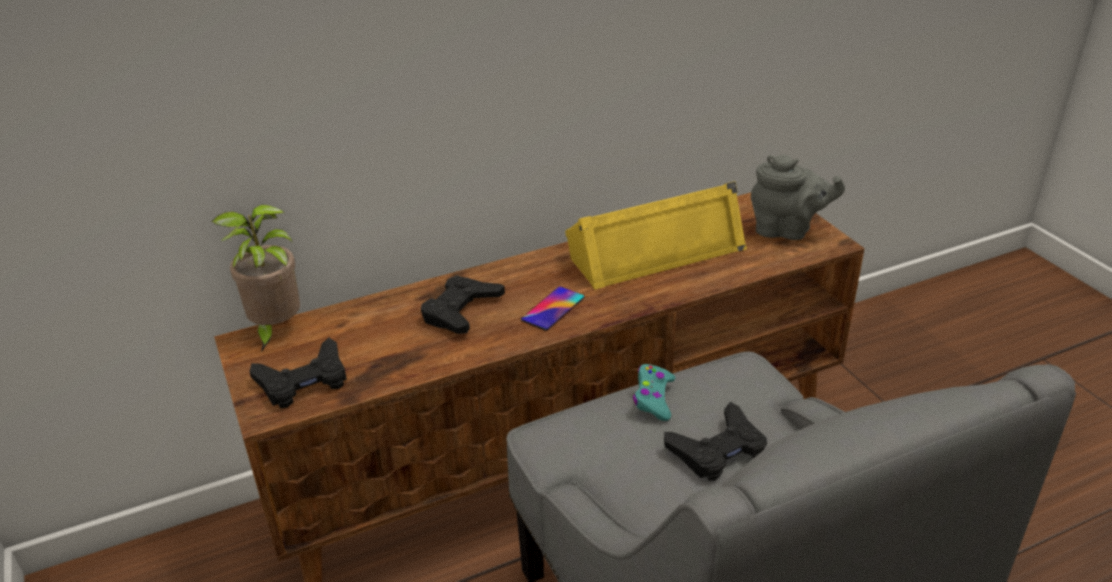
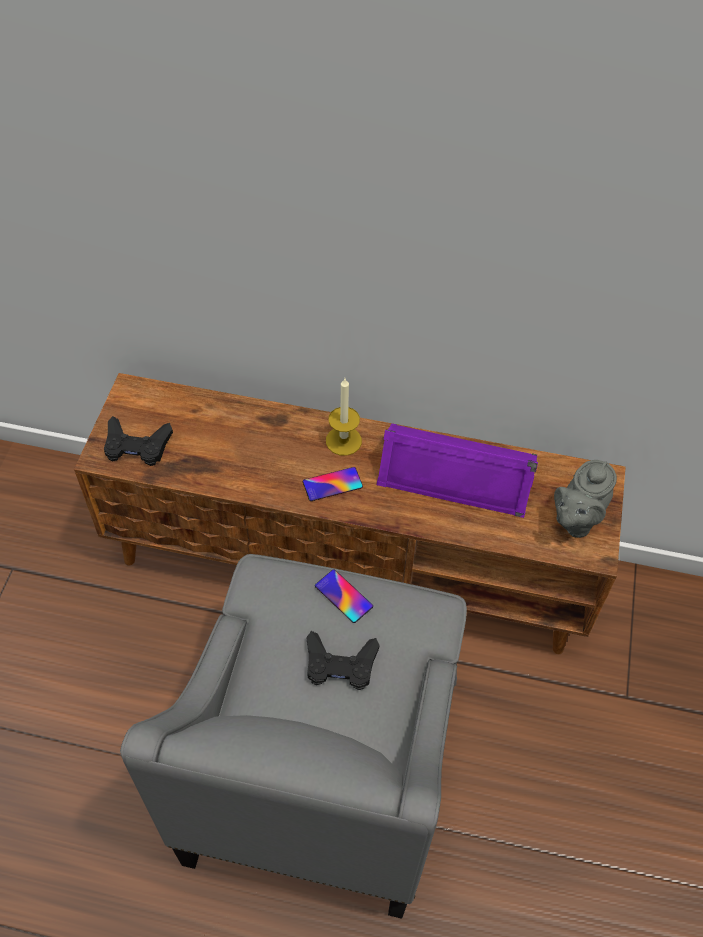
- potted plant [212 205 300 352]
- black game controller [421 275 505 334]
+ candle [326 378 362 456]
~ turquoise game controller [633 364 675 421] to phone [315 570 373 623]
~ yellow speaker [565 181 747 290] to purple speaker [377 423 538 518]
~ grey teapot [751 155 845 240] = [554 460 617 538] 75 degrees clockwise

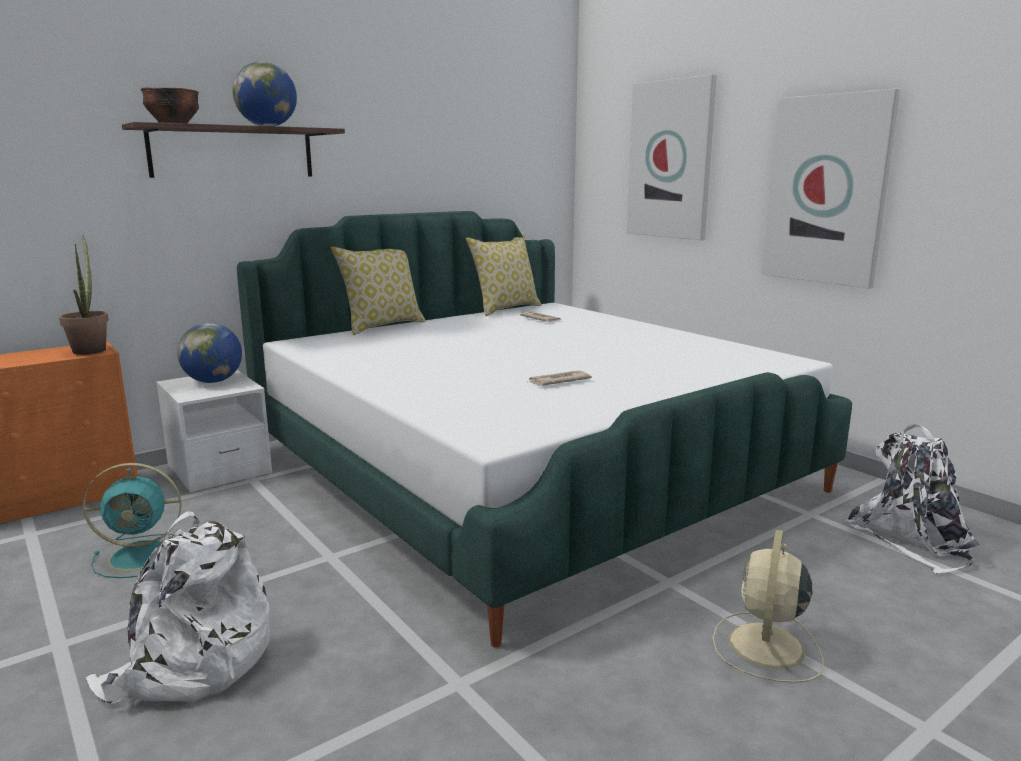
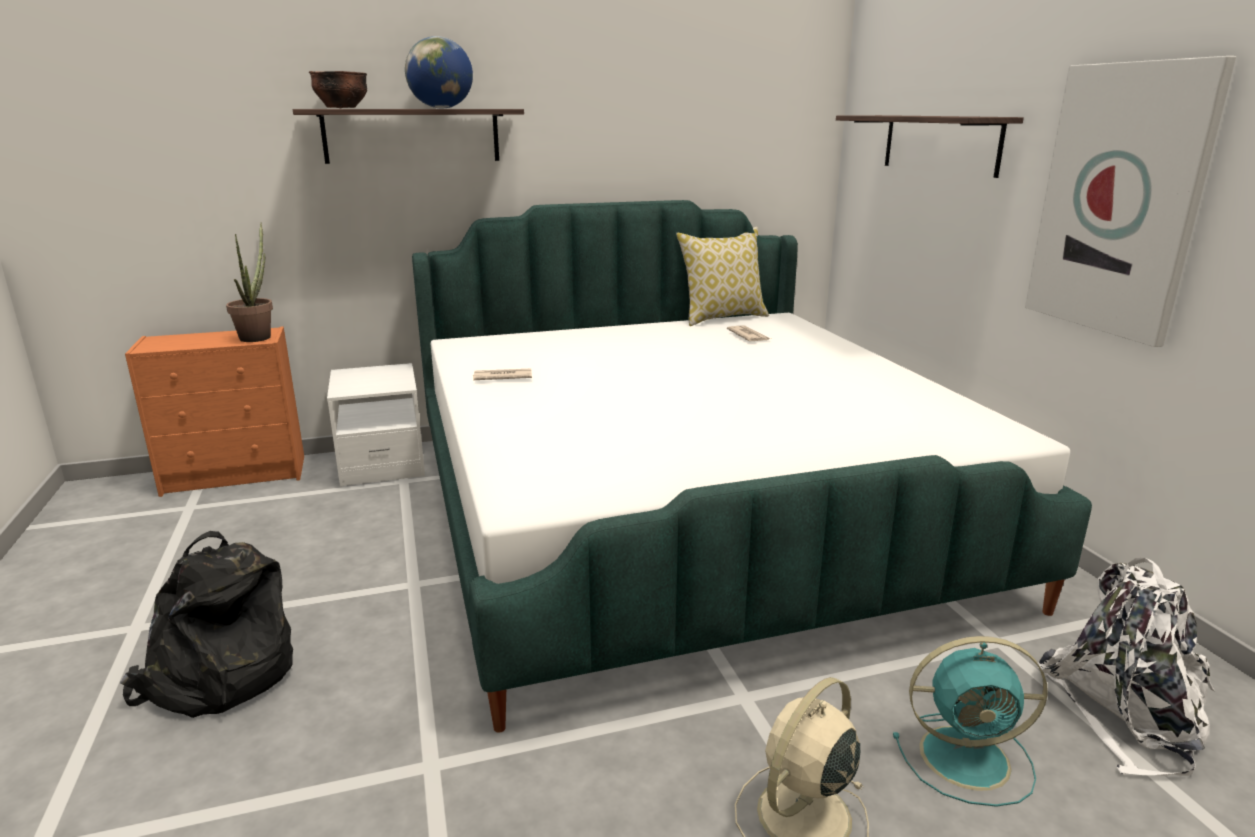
- globe [177 323 242 383]
- pillow [331 247 426 335]
~ turquoise fan [83 463 182 578] to [893 636 1048 807]
~ newspaper [529 370 592 386] to [473 369 532 380]
~ picture [627 74 717 240] to shelf [836 115 1024 178]
~ white backpack [85 511 270 709] to black backpack [120 531 293 718]

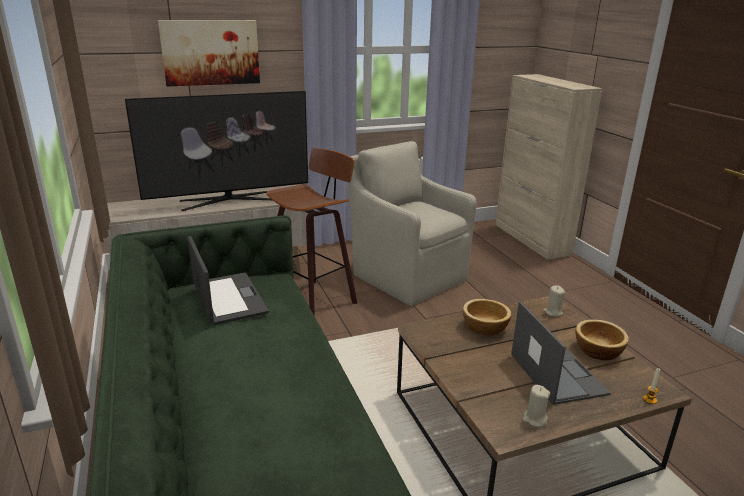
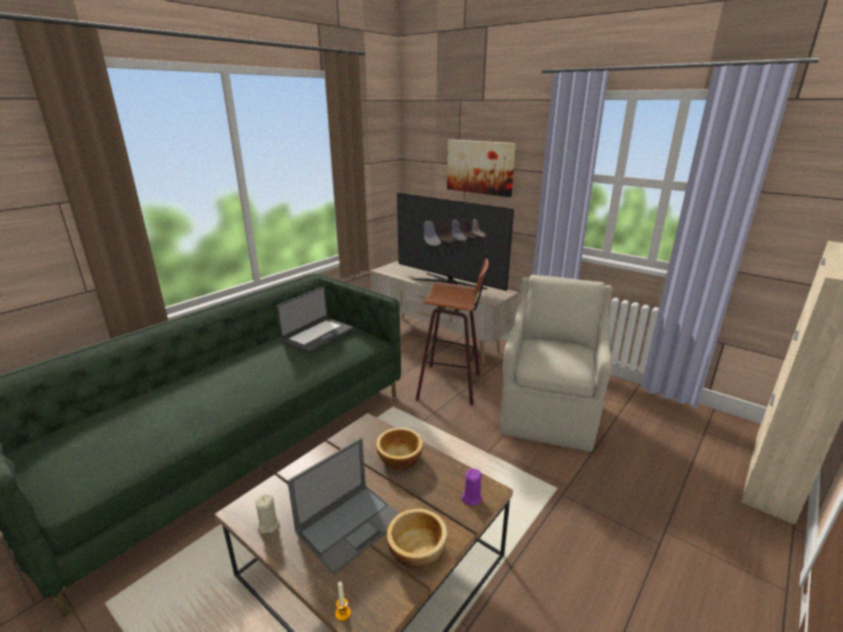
~ beige candle [544 285 565 317] to purple candle [462 468 482 506]

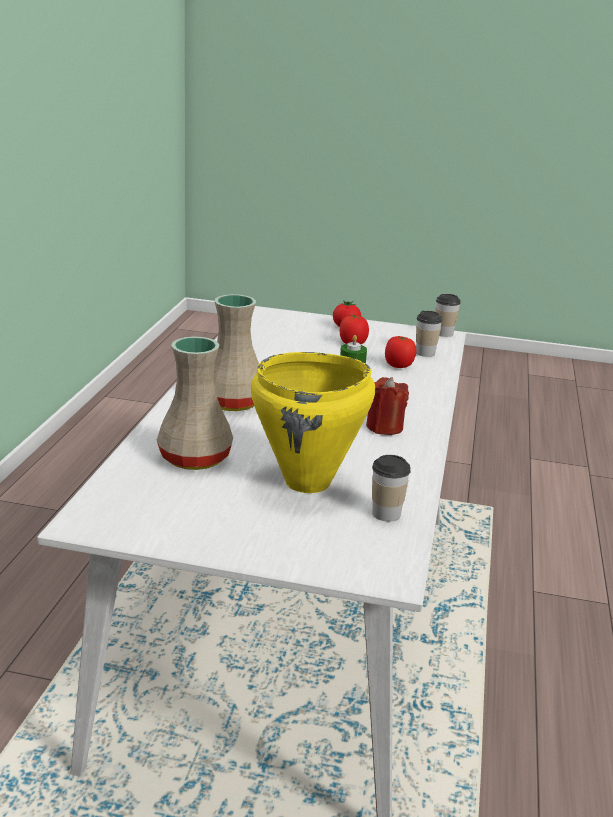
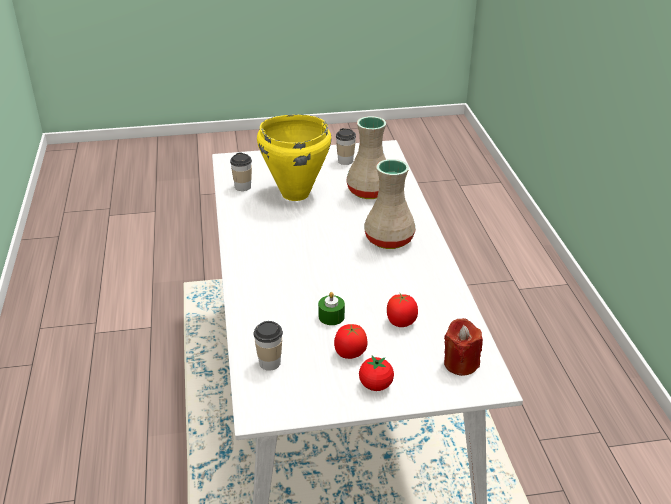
~ red candle [366 377 409 435] to [444 318 483 376]
~ tomato [385 336 416 368] to [387 293 418 327]
~ cup [436 294 461 337] to [336 128 356 165]

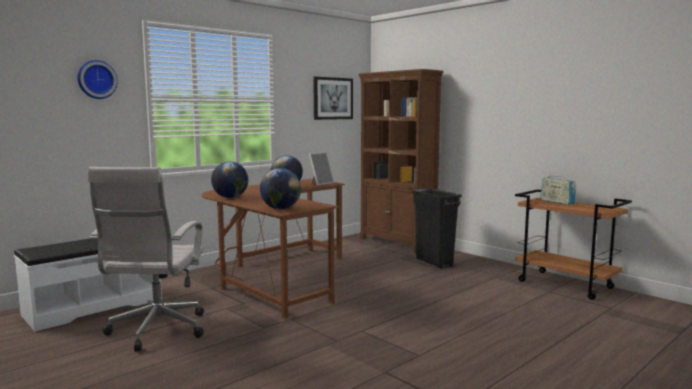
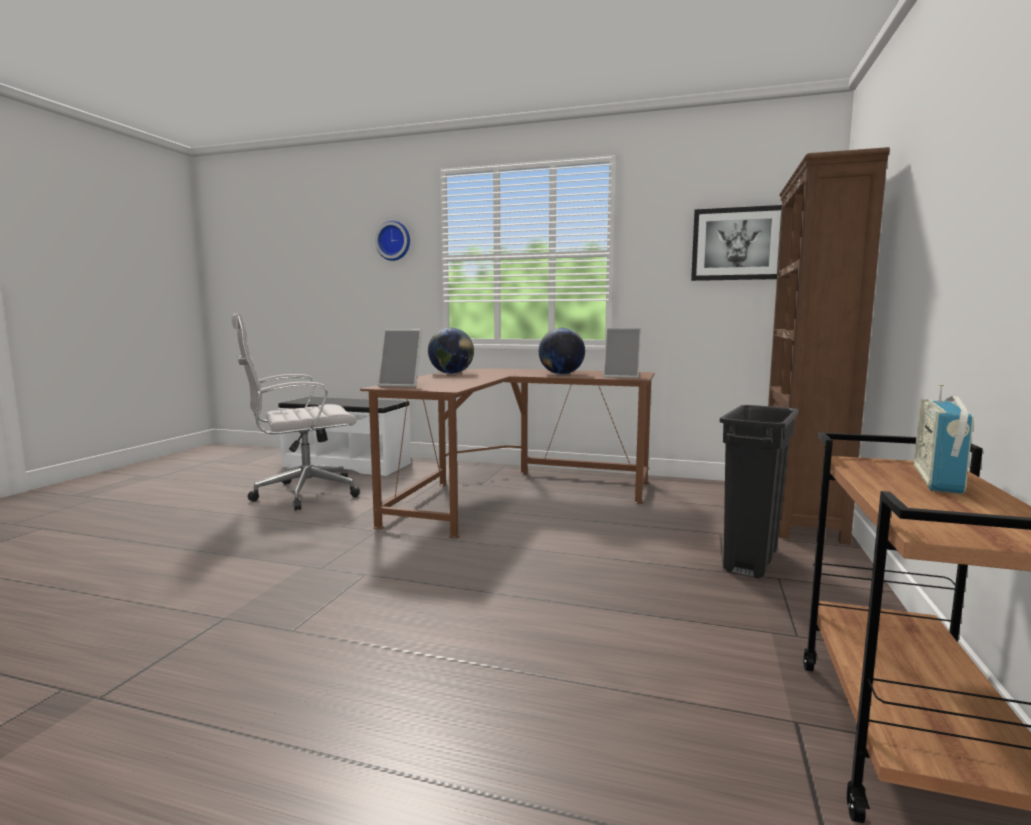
~ globe [260 168 301 209] to picture frame [377 329 422 387]

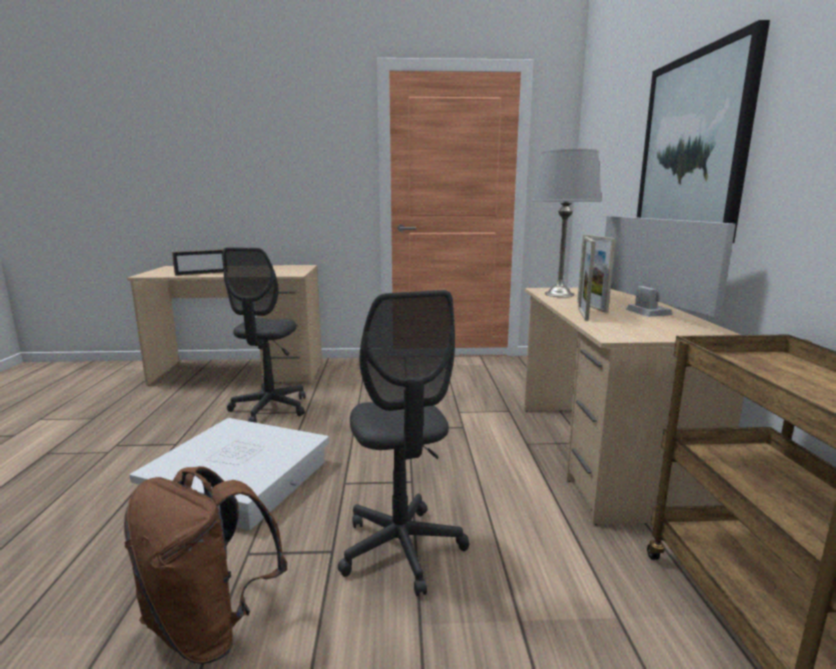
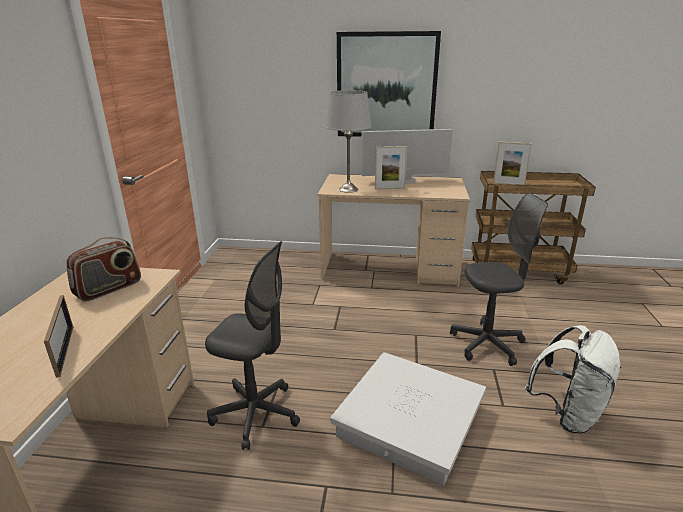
+ radio [66 237 141 302]
~ picture frame [578 237 596 321] to [493 142 532 185]
~ brown backpack [124 466 288 664] to white backpack [525 325 622 434]

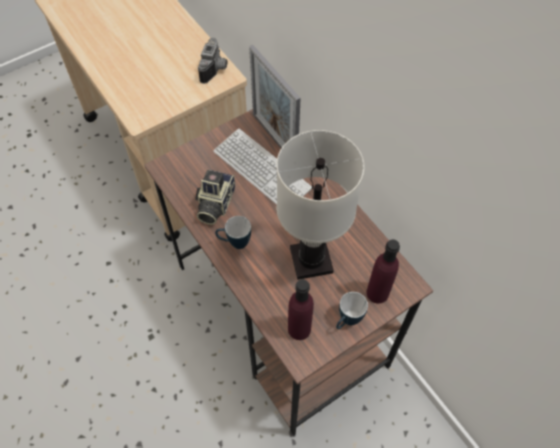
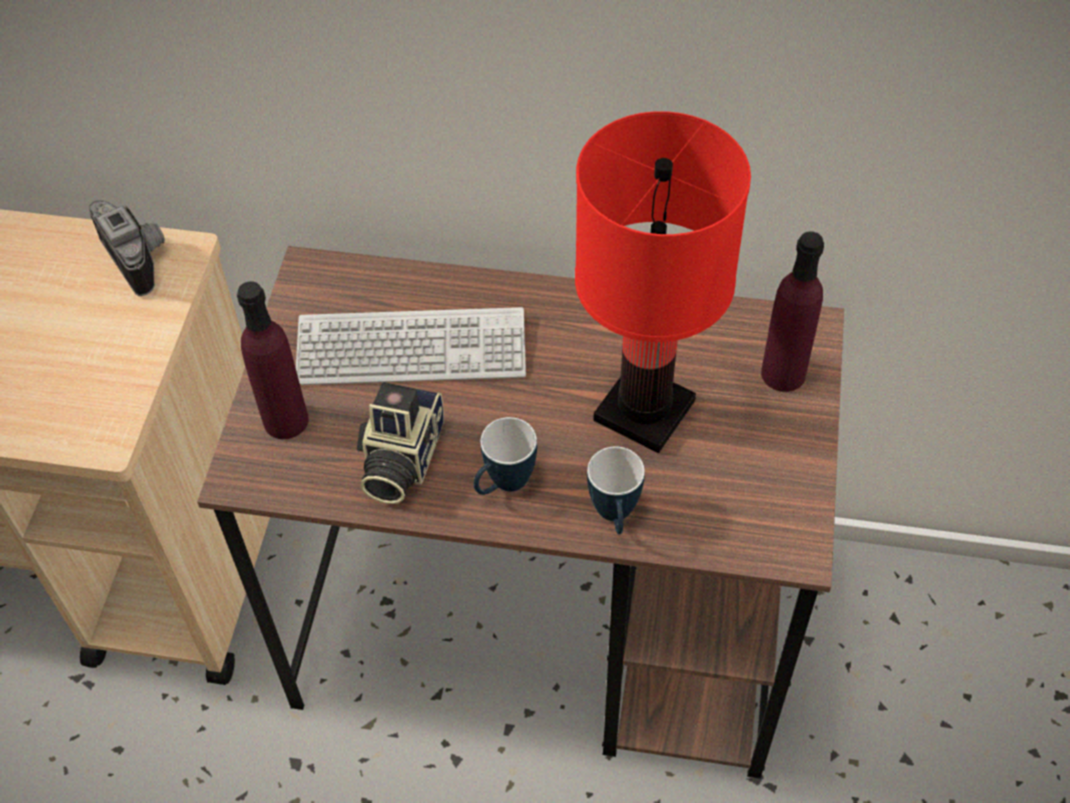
- picture frame [249 45 301 148]
~ purple bottle [288 279 314 340] to [237 281 309 439]
~ mug [336 292 368 329] to [587 447 645 534]
~ white table lamp [276 130 364 280] to red table lamp [575 111 751 453]
~ photo camera [195 170 235 225] = [357 382 444 504] 45 degrees clockwise

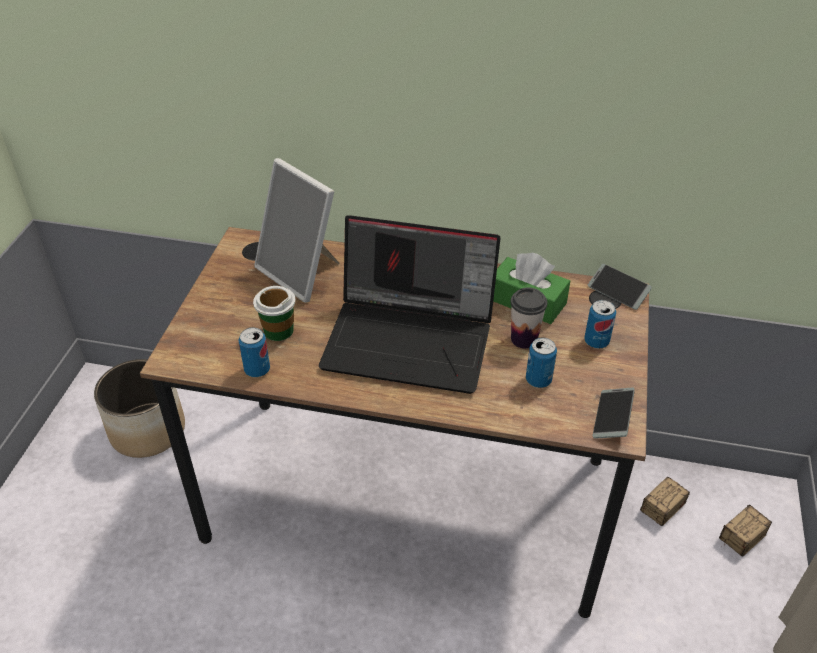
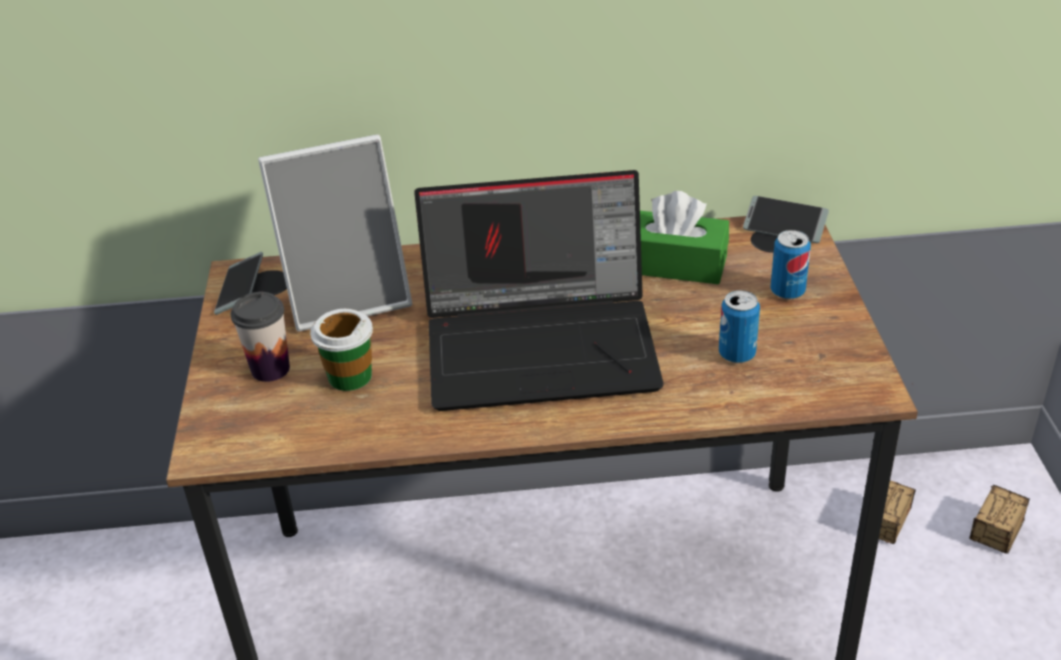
- planter [94 359 185 458]
- can [239 327 270 377]
~ cup [511 288 547 349] to [231 292 290 382]
~ phone [593 387 635 439] to [214 252 263 315]
~ picture frame [254 158 340 303] = [258 134 412 332] 45 degrees counterclockwise

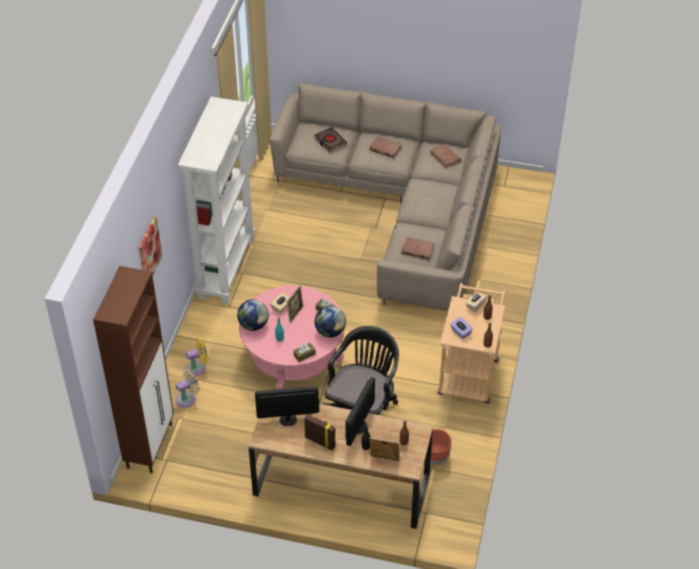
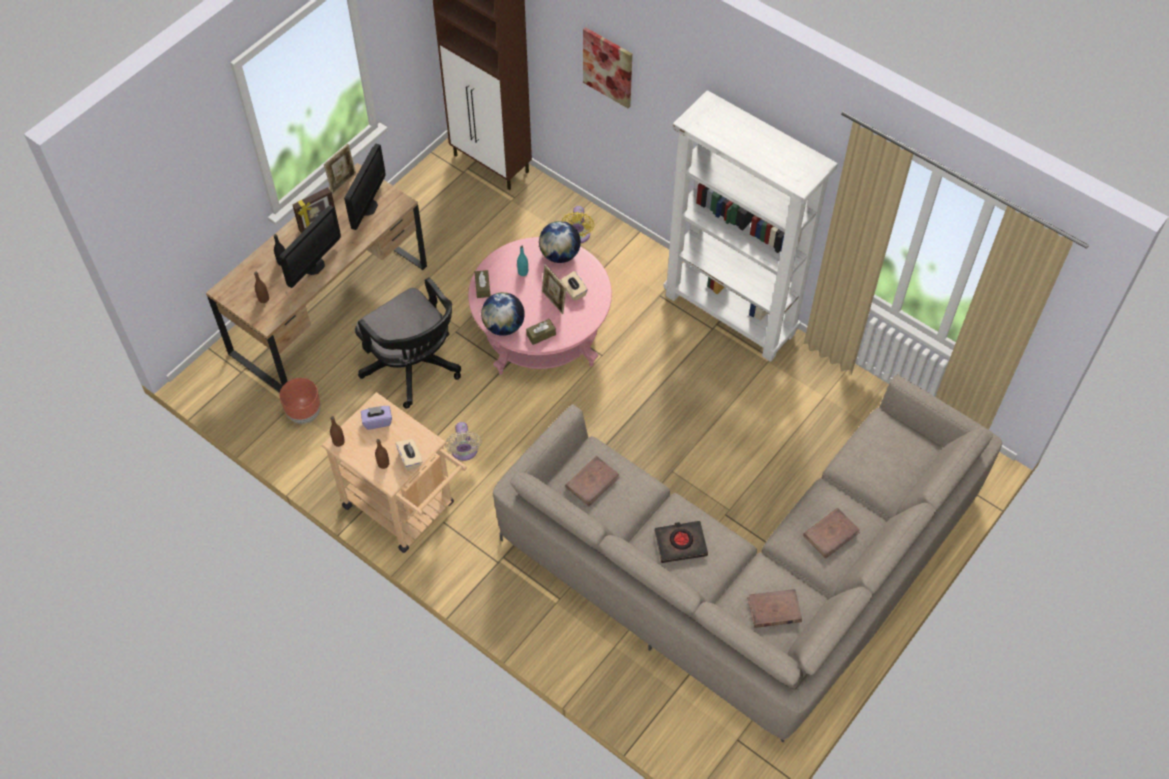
~ beige fan [176 369 200 407] to [445 422 482 461]
~ black book [314 127 347 153] to [654 521 708 563]
~ picture frame [370 437 399 461] to [324 144 356 194]
~ monitor [345 377 375 446] = [279 205 341 288] 105 degrees counterclockwise

